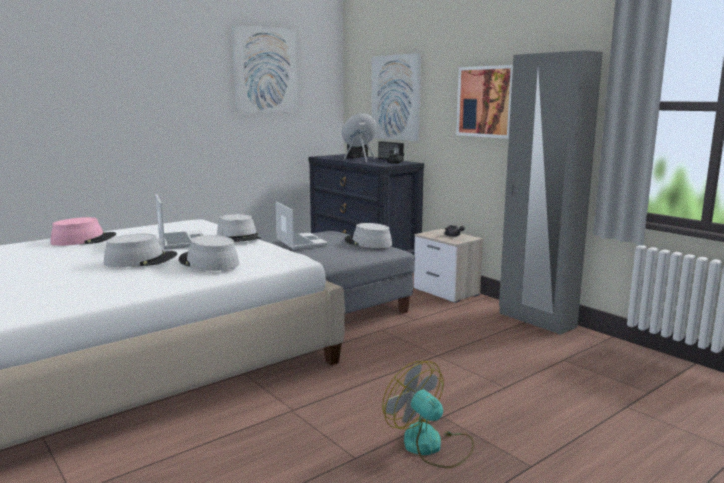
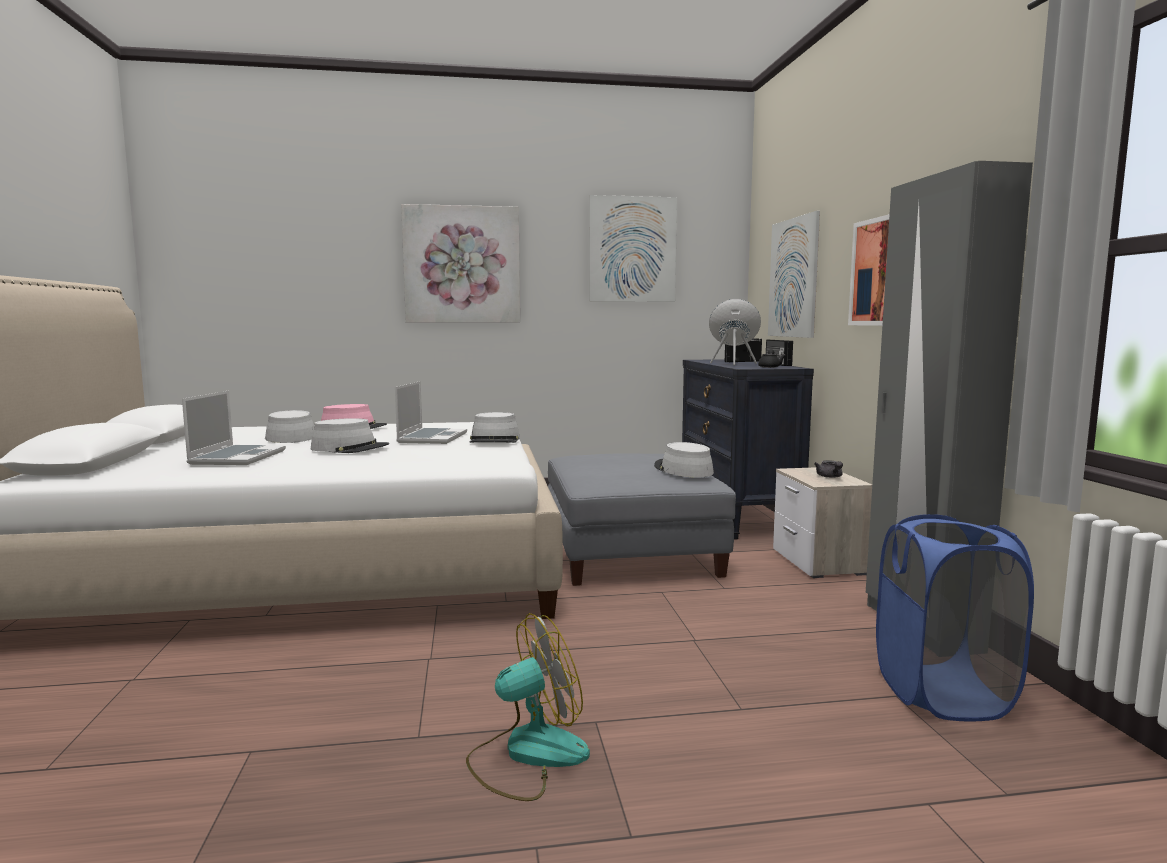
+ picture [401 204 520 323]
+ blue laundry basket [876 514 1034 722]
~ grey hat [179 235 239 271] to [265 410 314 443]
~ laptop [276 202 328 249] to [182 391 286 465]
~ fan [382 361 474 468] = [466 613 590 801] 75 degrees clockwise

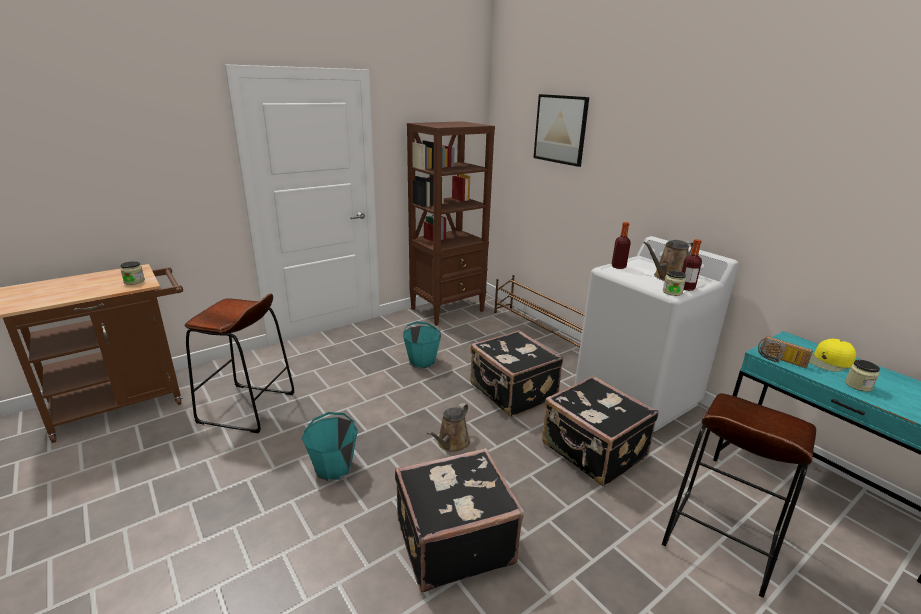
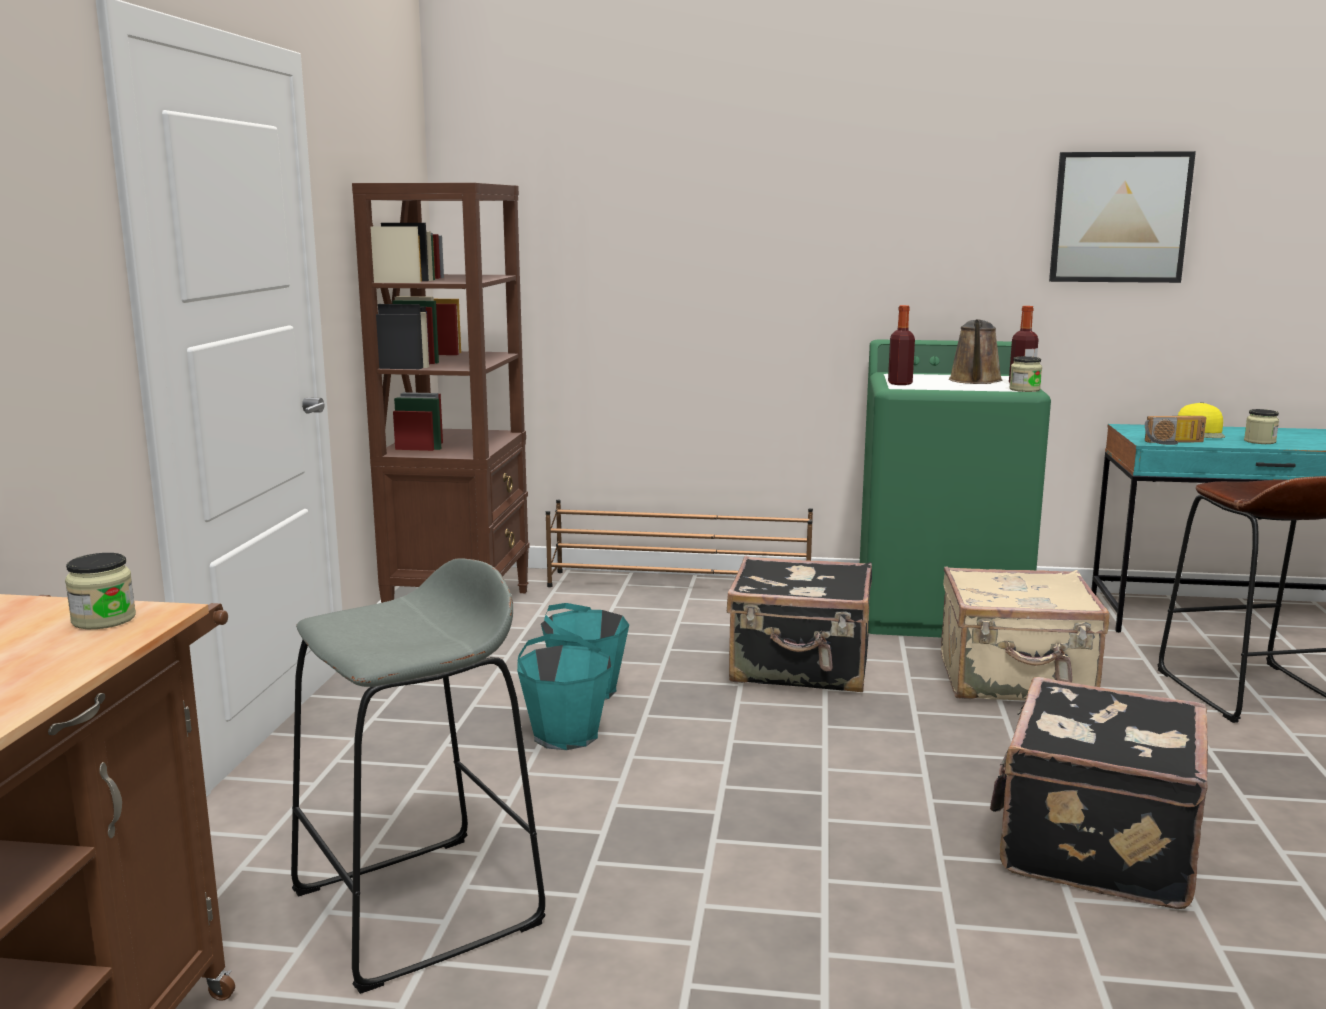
- brown watering can [427 403 470 452]
~ turquoise bucket [302 412 358 481] to [517 634 611 750]
~ picture [533 94 589 167] to [1049 151 1196 283]
~ brown stool [184 294 294 433] to grey stool [291 558 545 994]
~ black suitcase [542 376 659 487] to beige suitcase [941 566 1109 701]
~ white washing machine [575 236 739 433] to green washing machine [860 339 1051 637]

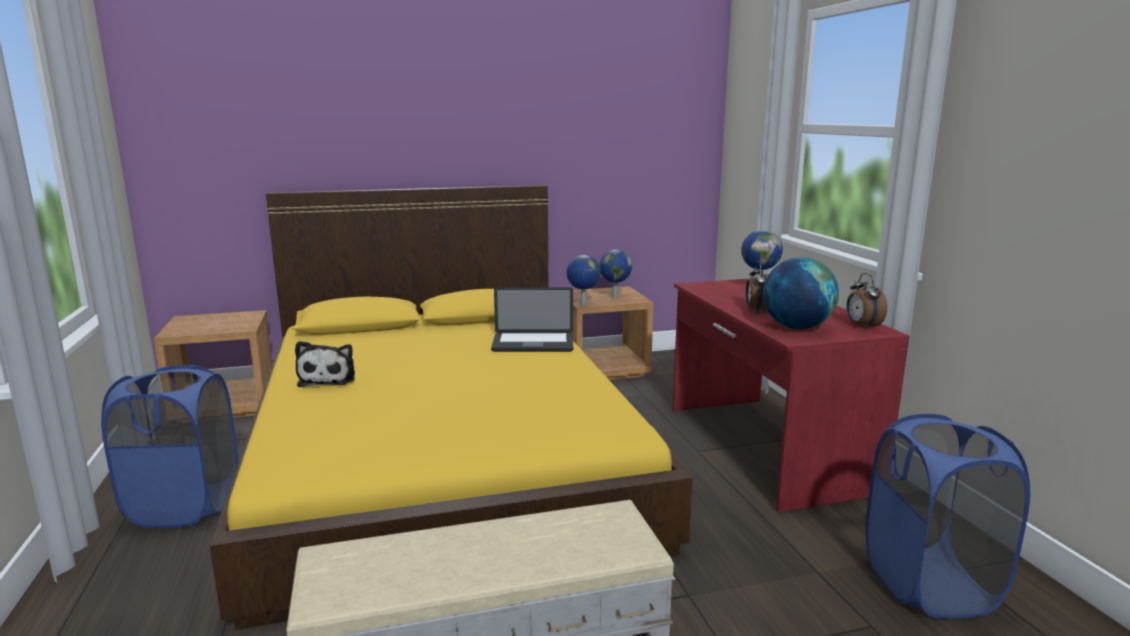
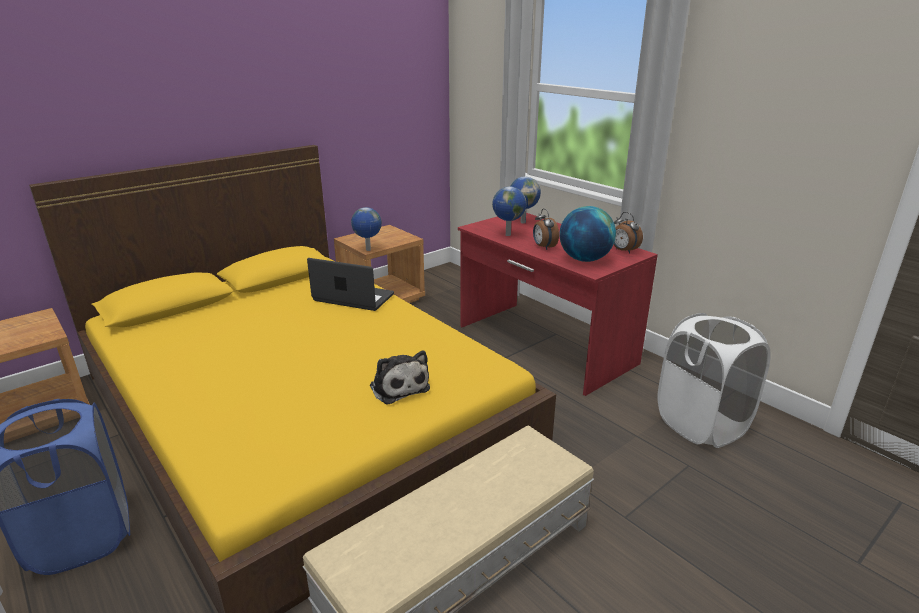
~ plush toy [295 341 355 387] to [370 350 430 405]
~ globe [599 249 632 298] to [492 187 526 236]
~ blue laundry basket [865 414 1030 619] to white laundry basket [657 313 771 448]
~ laptop [491 288 573 352] = [307 258 394 311] 135 degrees counterclockwise

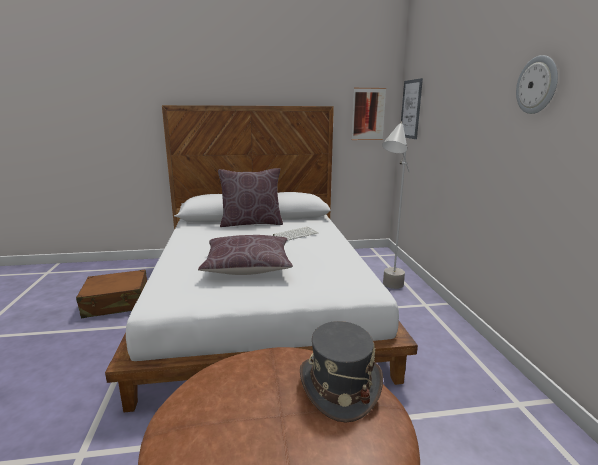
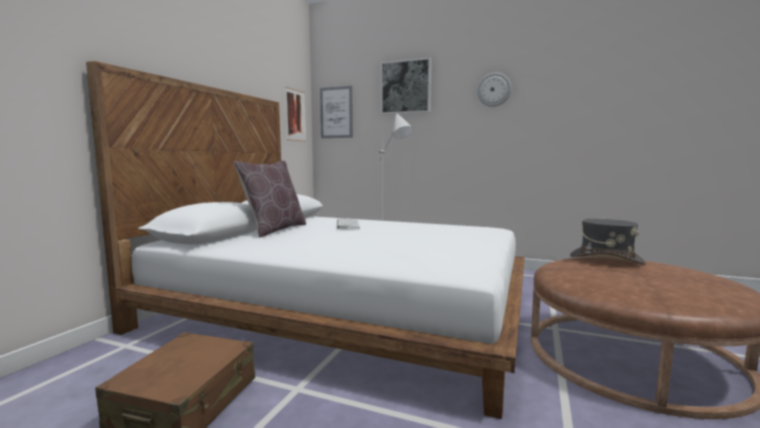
- brown pillow [198 235 293 275]
+ picture [380 57 431 115]

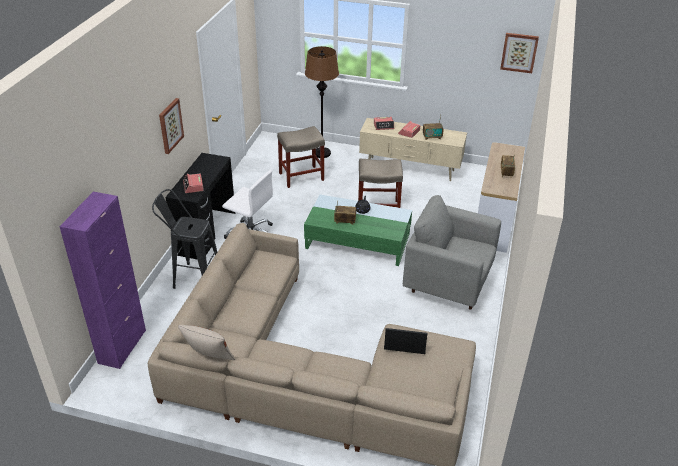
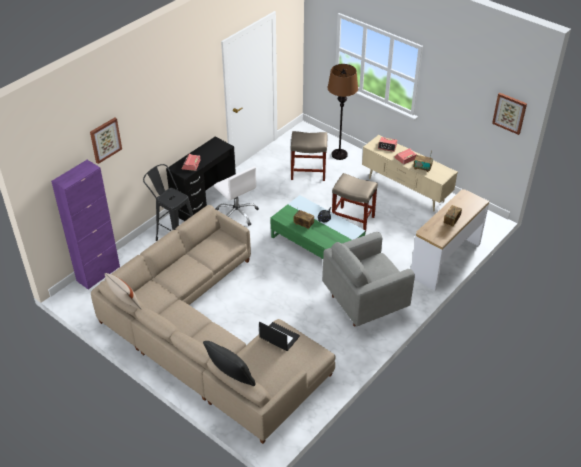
+ black pillow [203 341 255 386]
~ picture [159 98 184 154] to [90 118 122 164]
~ grey armchair [403 195 501 310] = [322 232 415 326] 75 degrees counterclockwise

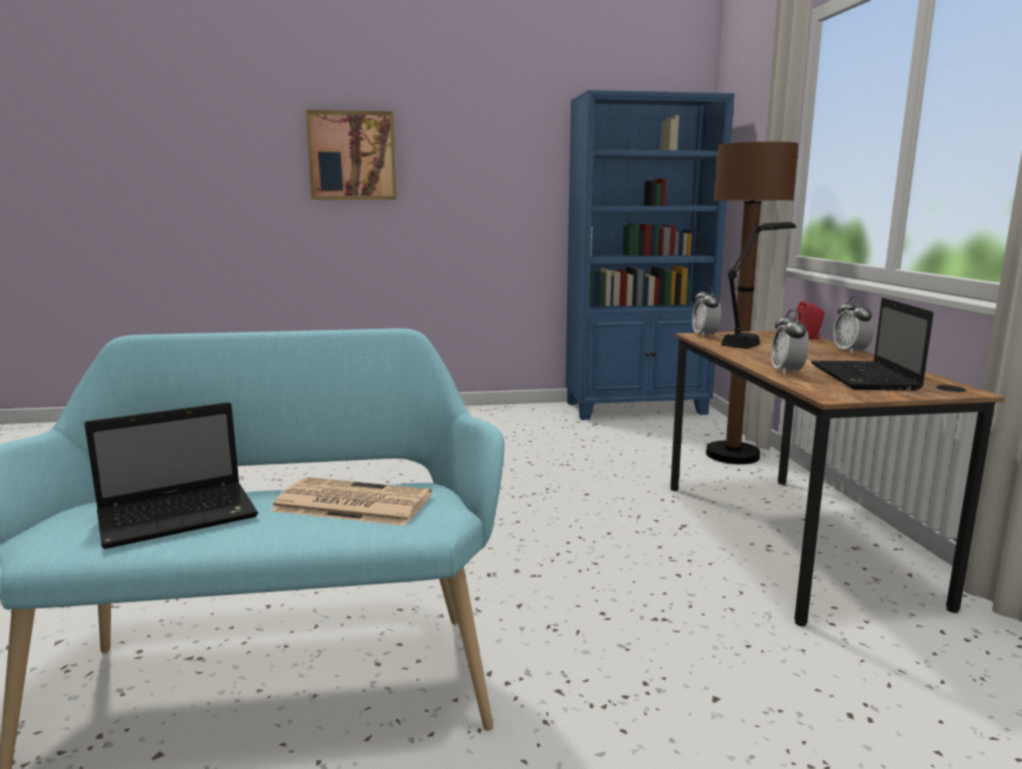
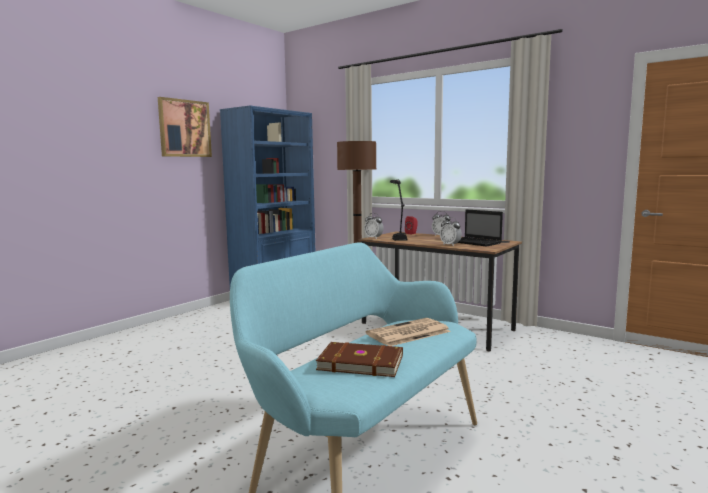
~ picture [306 110 397 200] to [158 97 212 157]
~ laptop [84 402 258 549] to brown book [316 342 403 377]

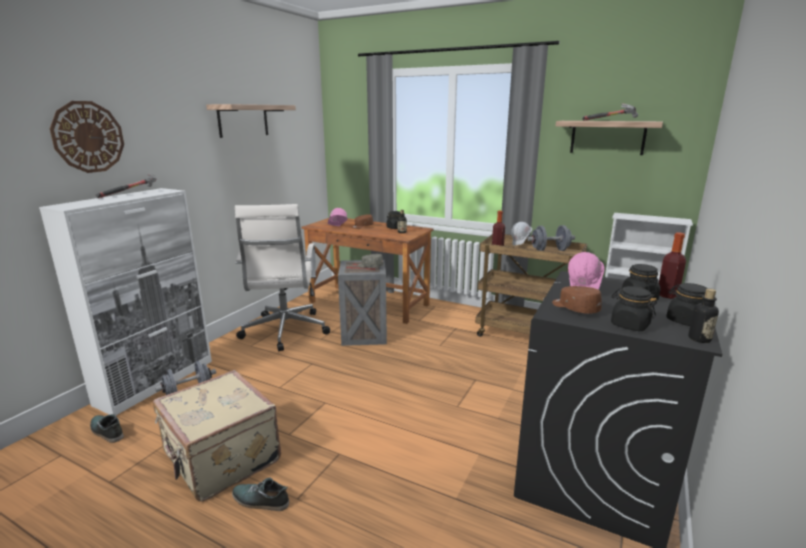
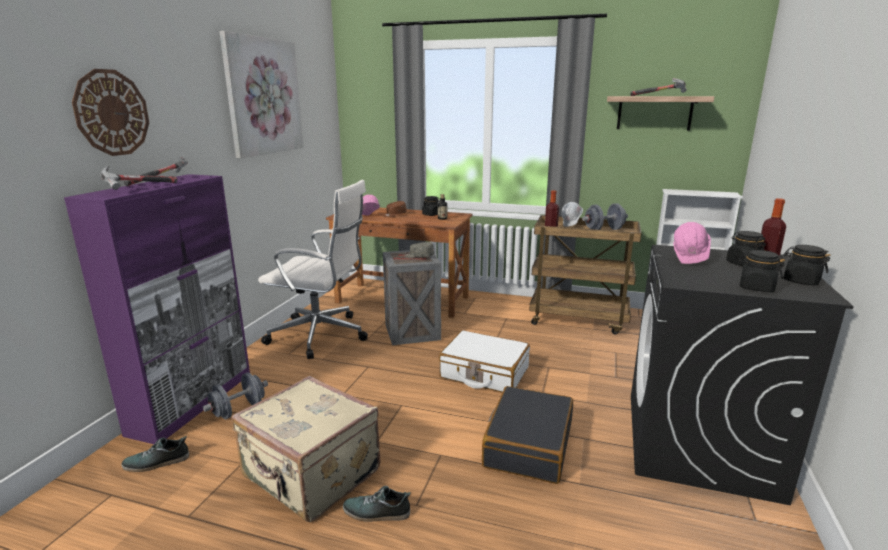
- brown cap [552 286 602 314]
- bottle [688 289 719 343]
+ hammer [100 165 177 190]
+ white suitcase [439 330 530 392]
+ black suitcase [482 386 573 484]
~ shelf [206 104 296 138] to picture [219 31 304 158]
~ white cabinet [39 188 212 415] to purple cabinet [64 174 250 444]
~ shoe [90 414 124 443] = [122 436 189 472] 45 degrees counterclockwise
~ white office chair [234 204 330 351] = [258 180 368 359] 60 degrees counterclockwise

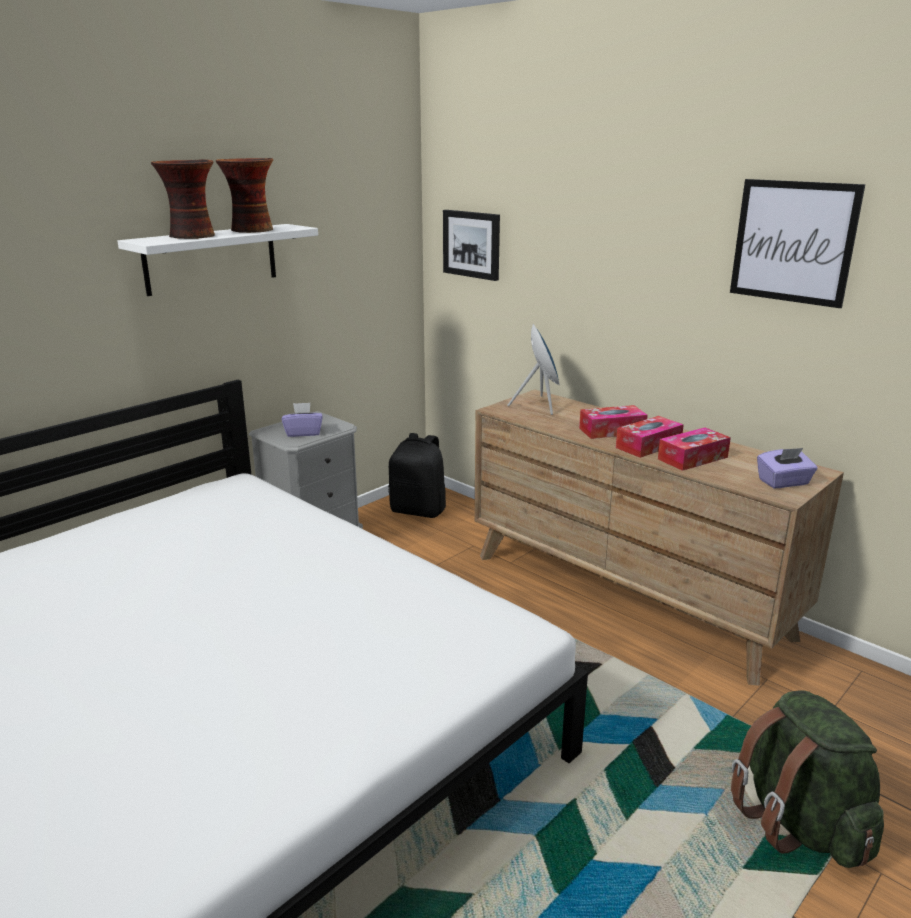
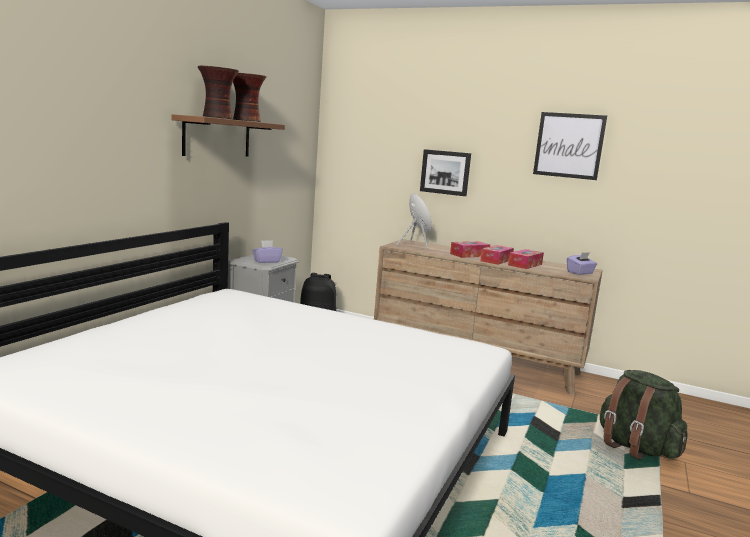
~ picture [443 210 500 281] to [420 149 471 196]
~ white shelf [118 224 318 296] to brown shelf [171 114 285 157]

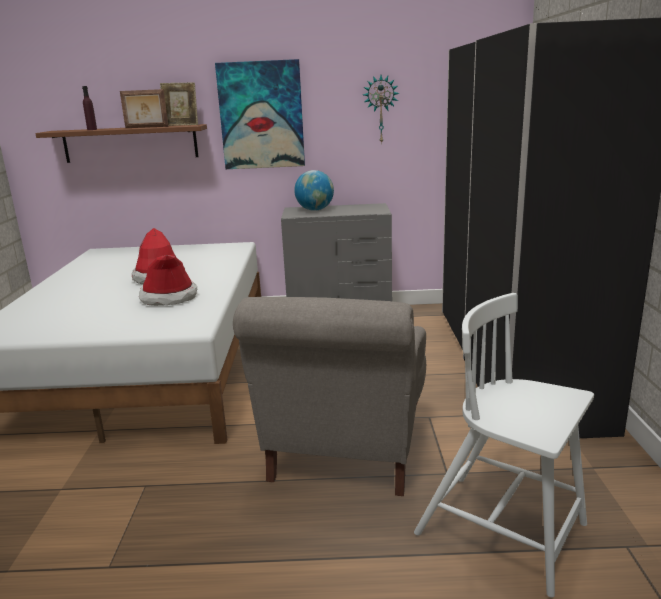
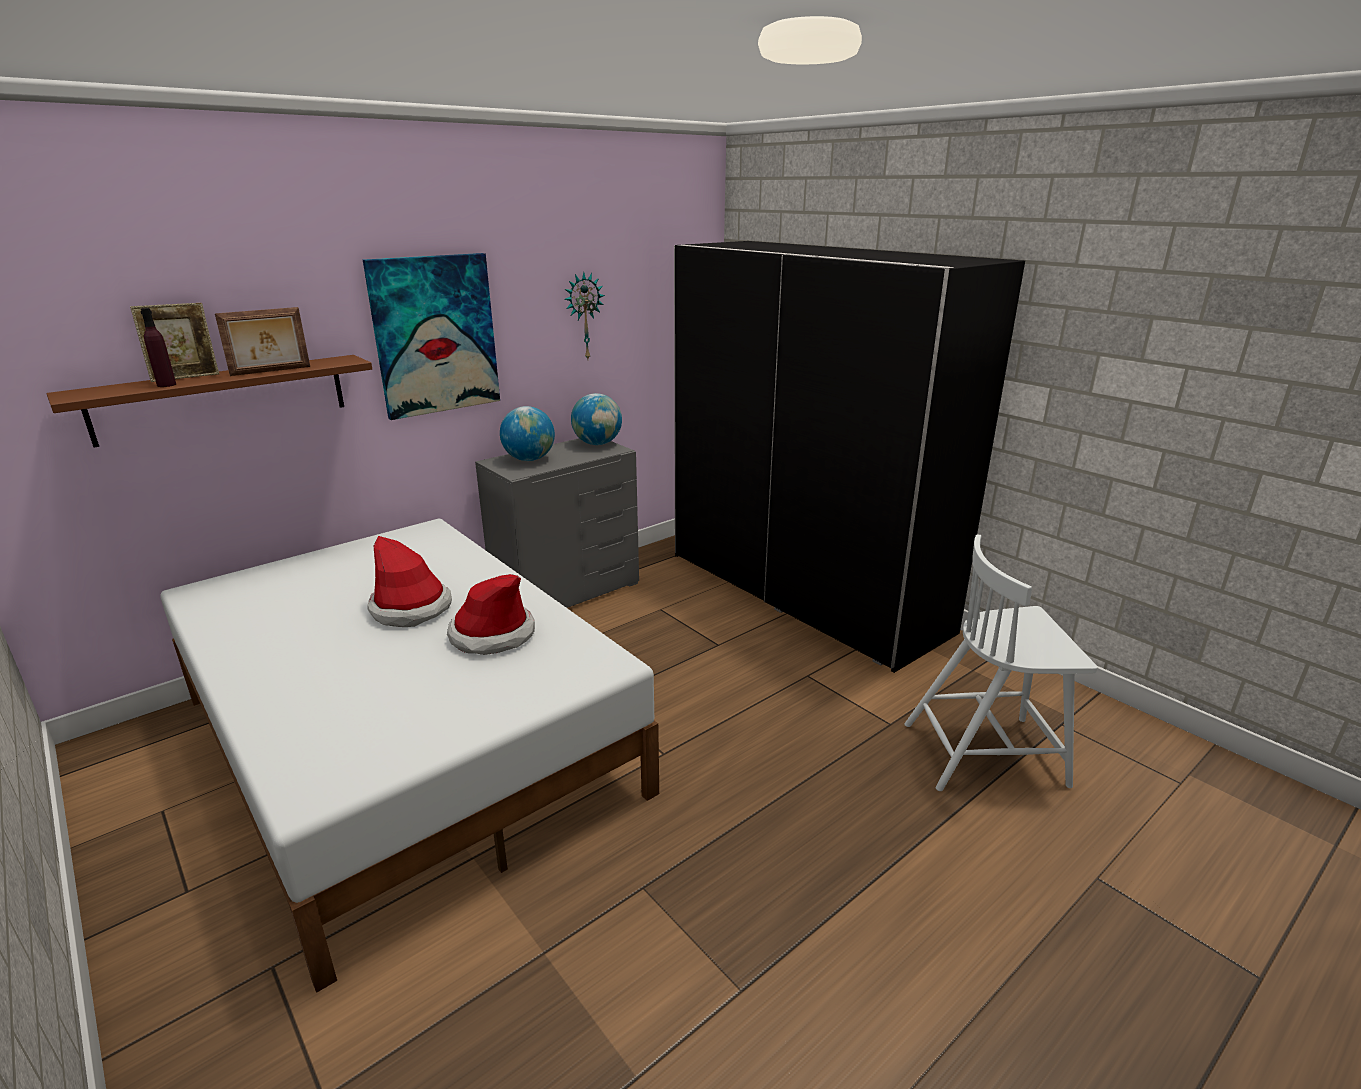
- grey armchair [233 297 426 496]
+ globe [571 393 622 445]
~ picture frame [160 83 198 126] to [130 303 219 382]

